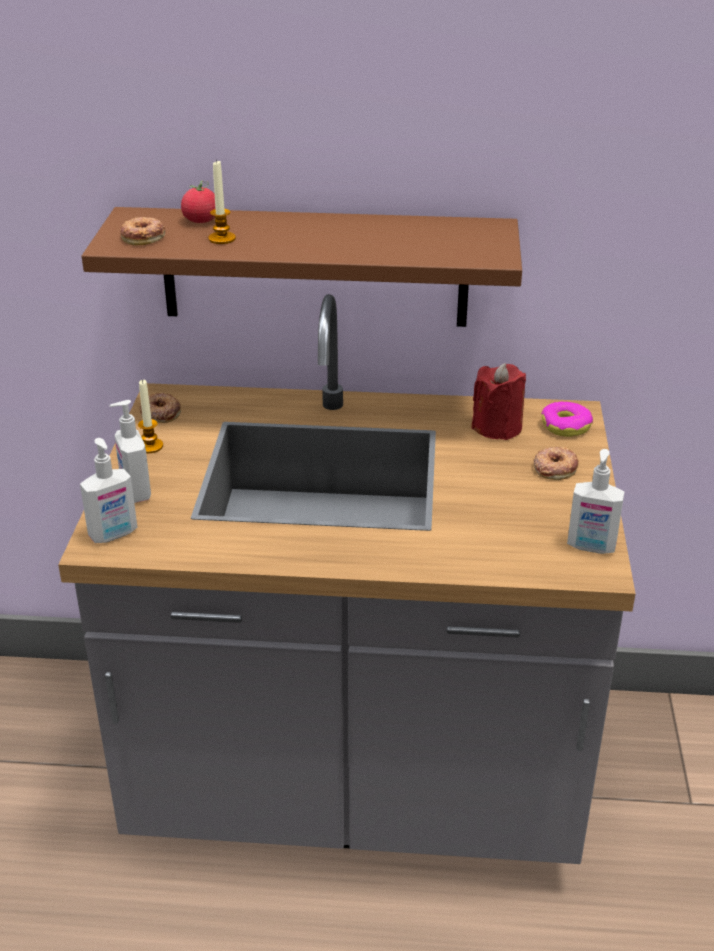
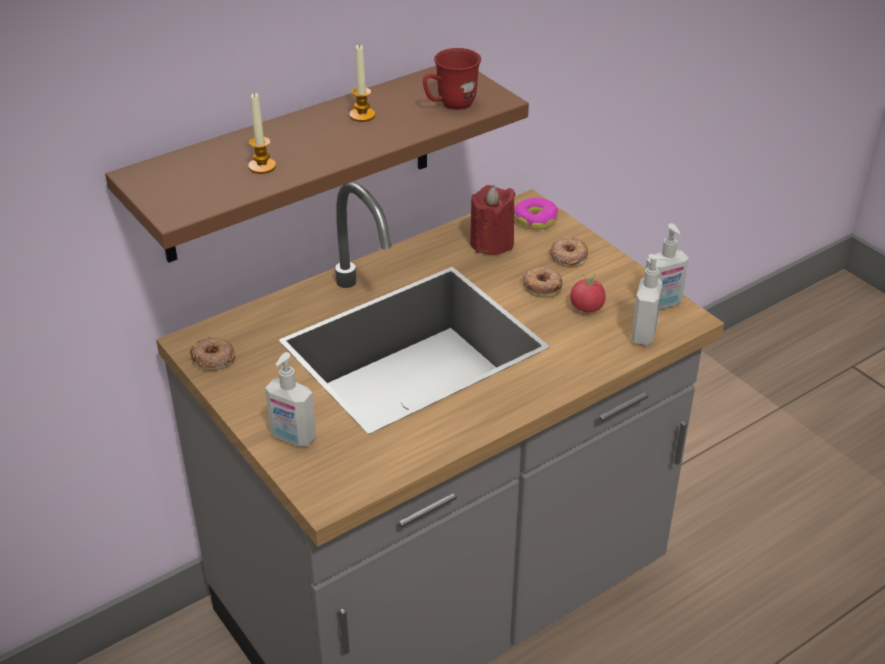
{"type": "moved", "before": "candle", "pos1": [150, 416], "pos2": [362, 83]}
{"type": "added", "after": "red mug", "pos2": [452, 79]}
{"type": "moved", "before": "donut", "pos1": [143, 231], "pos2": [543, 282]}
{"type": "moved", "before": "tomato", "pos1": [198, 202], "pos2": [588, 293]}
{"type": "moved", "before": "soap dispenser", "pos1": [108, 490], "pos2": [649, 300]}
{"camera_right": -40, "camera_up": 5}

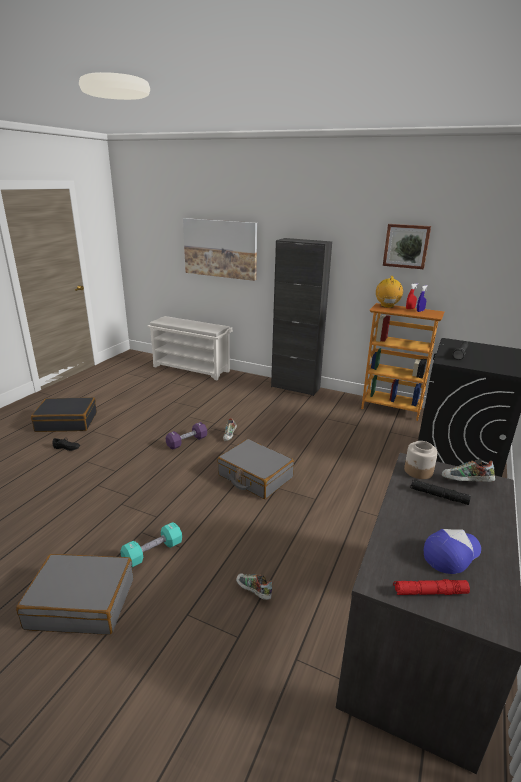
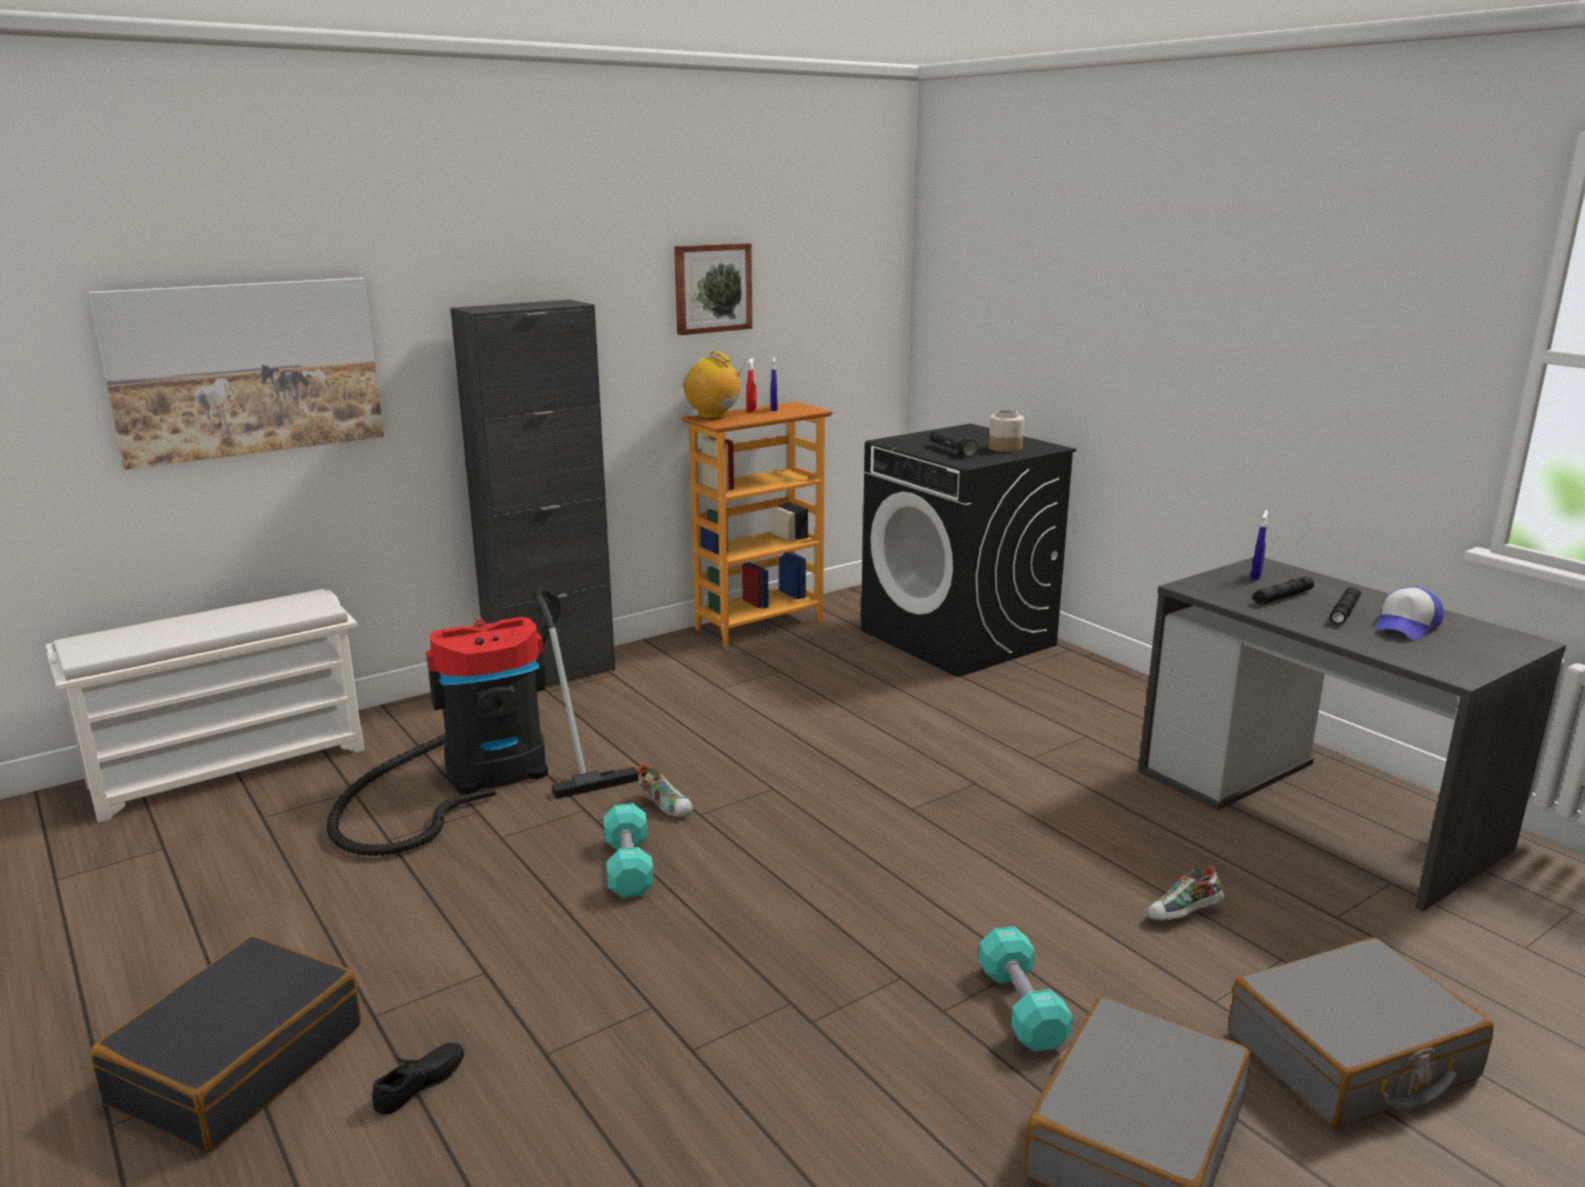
{"type": "added", "after": "vacuum cleaner", "pos2": [482, 721]}
{"type": "recoloured", "before": "purple dumbbell", "after": "turquoise dumbbell", "pos1": [186, 436], "pos2": [629, 850]}
{"type": "moved", "before": "jar", "pos1": [421, 460], "pos2": [1006, 431]}
{"type": "moved", "before": "grey suitcase", "pos1": [255, 469], "pos2": [1361, 1032]}
{"type": "replaced", "before": "shoe", "after": "blue spray bottle", "pos1": [468, 470], "pos2": [1259, 545]}
{"type": "added", "after": "black flashlight", "pos2": [1345, 606]}
{"type": "turned", "before": "cap", "pos1": [452, 551], "pos2": [1409, 613], "turn": -135}
{"type": "removed", "before": "red flashlight", "pos1": [431, 587]}
{"camera_right": -60, "camera_up": -5}

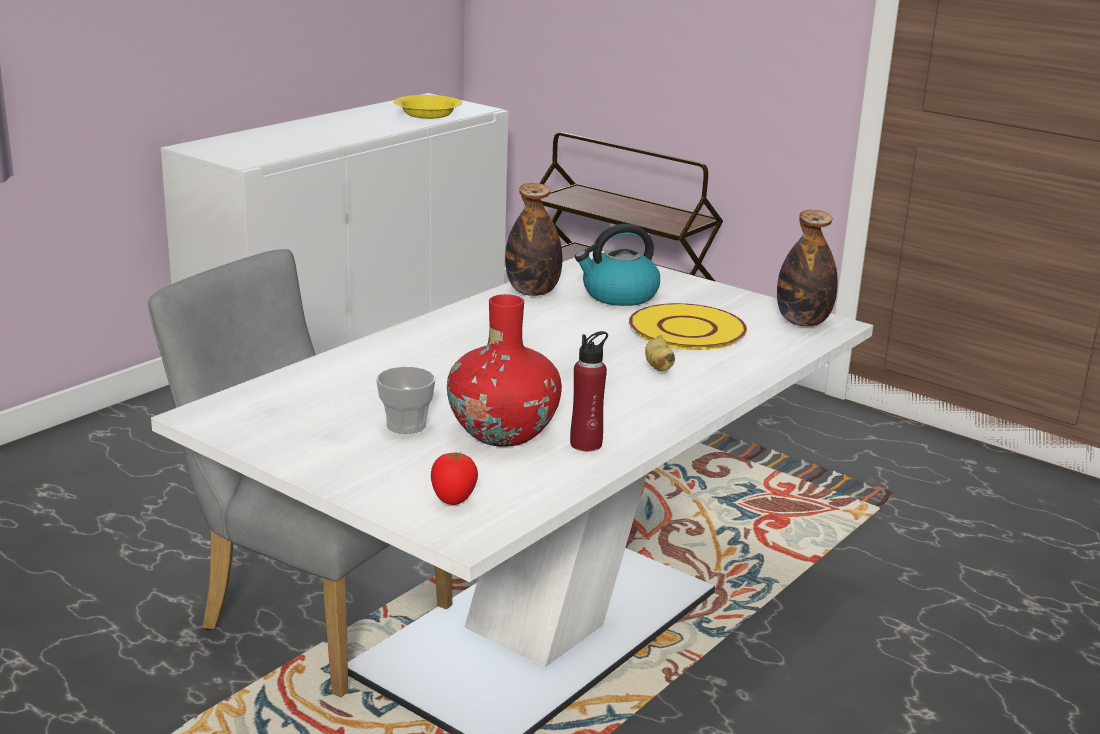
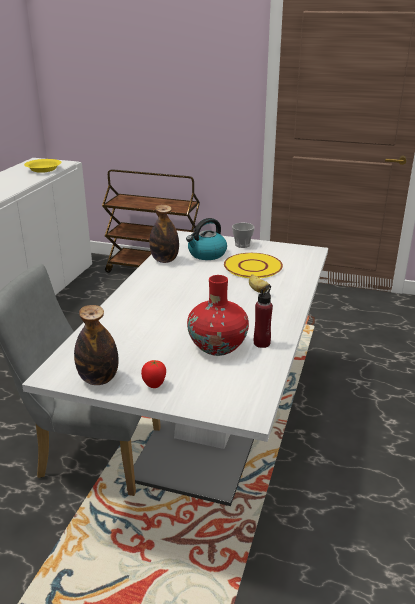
{"type": "moved", "before": "bottle", "pos1": [807, 268], "pos2": [96, 345]}
{"type": "moved", "before": "tomato", "pos1": [454, 478], "pos2": [153, 374]}
{"type": "moved", "before": "cup", "pos1": [405, 400], "pos2": [243, 235]}
{"camera_right": -20, "camera_up": 5}

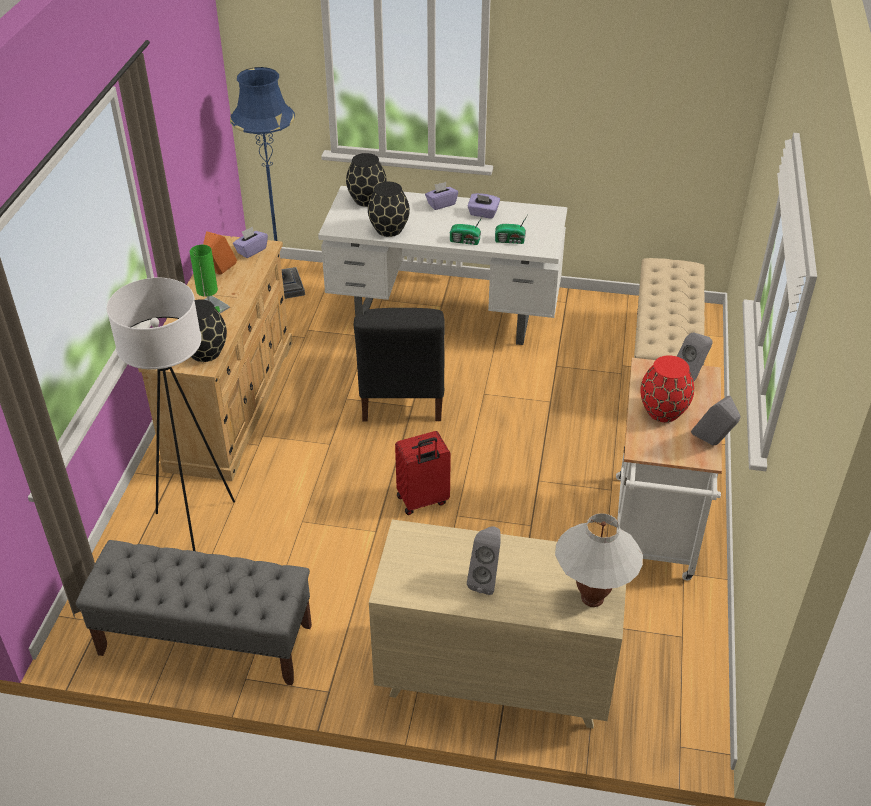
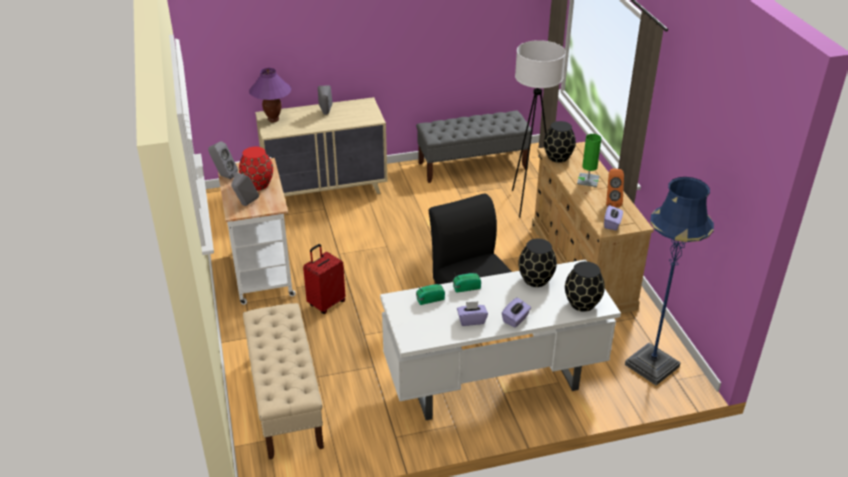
{"type": "recoloured", "before": "white table lamp", "after": "purple table lamp", "pos1": [599, 560], "pos2": [270, 95]}
{"type": "moved", "before": "red suitcase", "pos1": [423, 473], "pos2": [324, 279]}
{"camera_right": 155, "camera_up": -5}

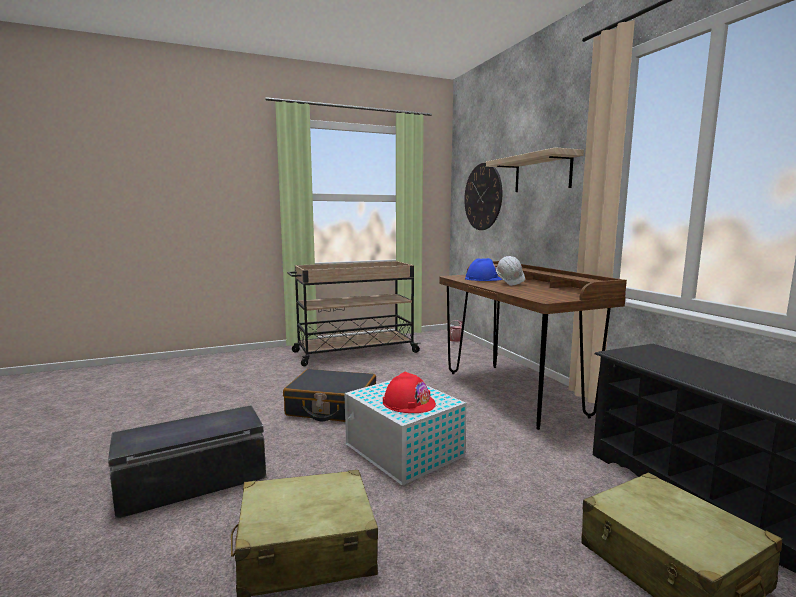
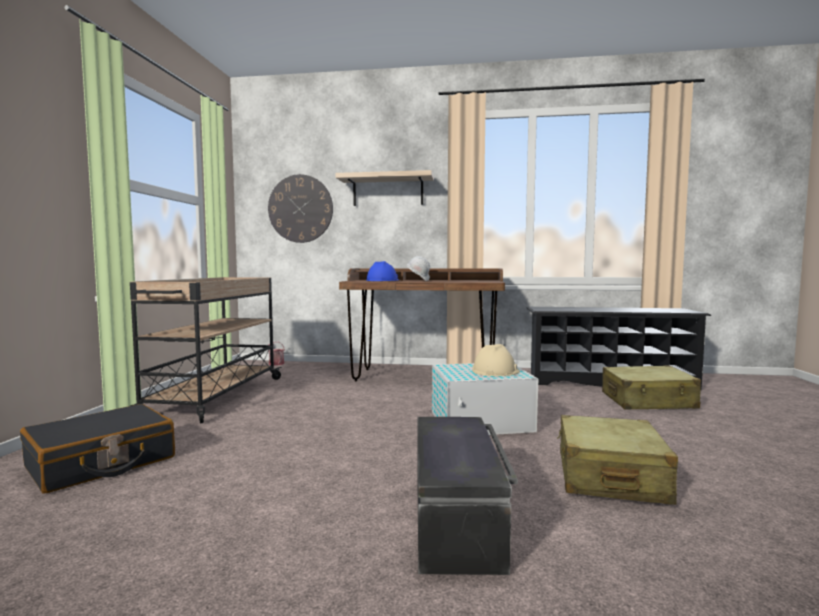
{"type": "moved", "before": "black suitcase", "pos1": [329, 395], "pos2": [97, 449]}
{"type": "recoloured", "before": "red hard hat", "after": "beige hard hat", "pos1": [409, 392], "pos2": [496, 360]}
{"camera_right": -60, "camera_up": -5}

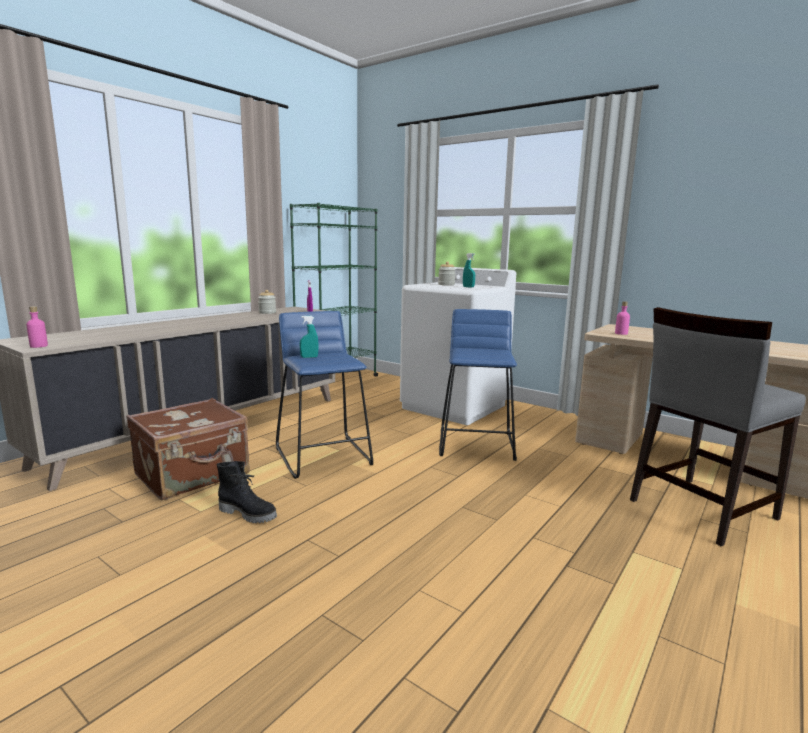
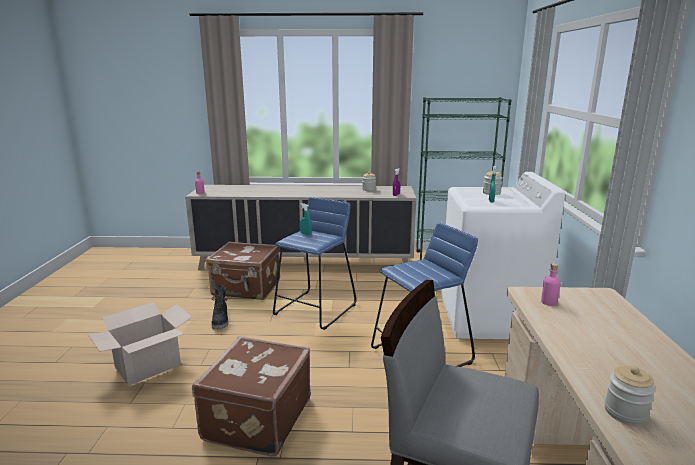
{"type": "added", "after": "cardboard box", "pos2": [140, 344]}
{"type": "added", "after": "brown suitcase", "pos2": [251, 396]}
{"type": "added", "after": "jar", "pos2": [630, 395]}
{"camera_right": 55, "camera_up": 5}

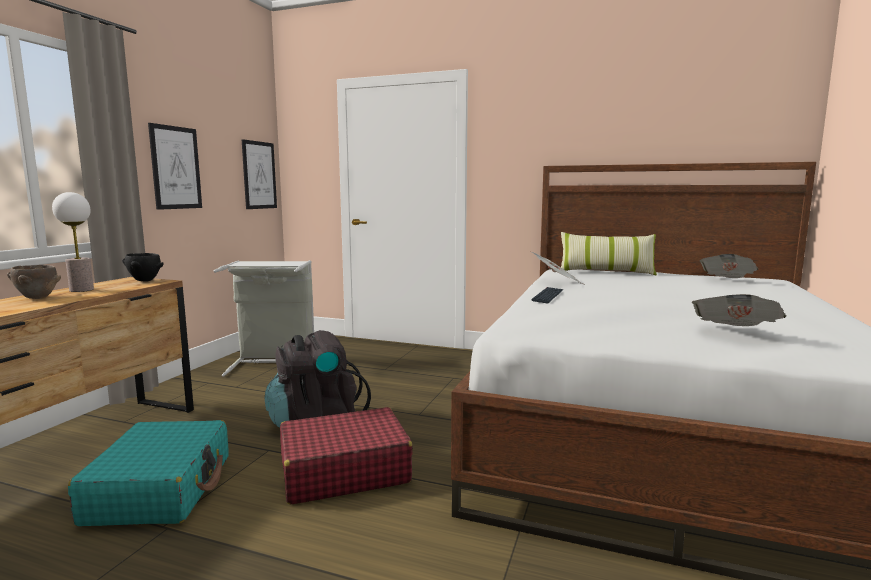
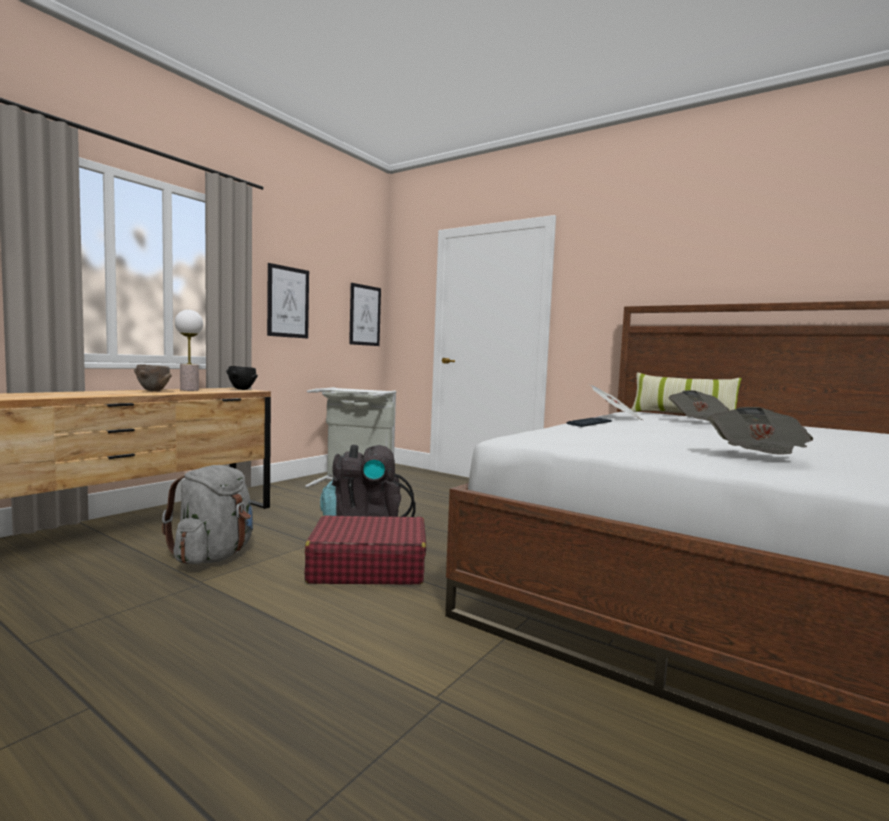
{"type": "replaced", "before": "turquoise suitcase", "after": "grey backpack", "pos1": [148, 473], "pos2": [207, 514]}
{"type": "moved", "before": "newspaper", "pos1": [729, 266], "pos2": [699, 405]}
{"camera_right": 15, "camera_up": -5}

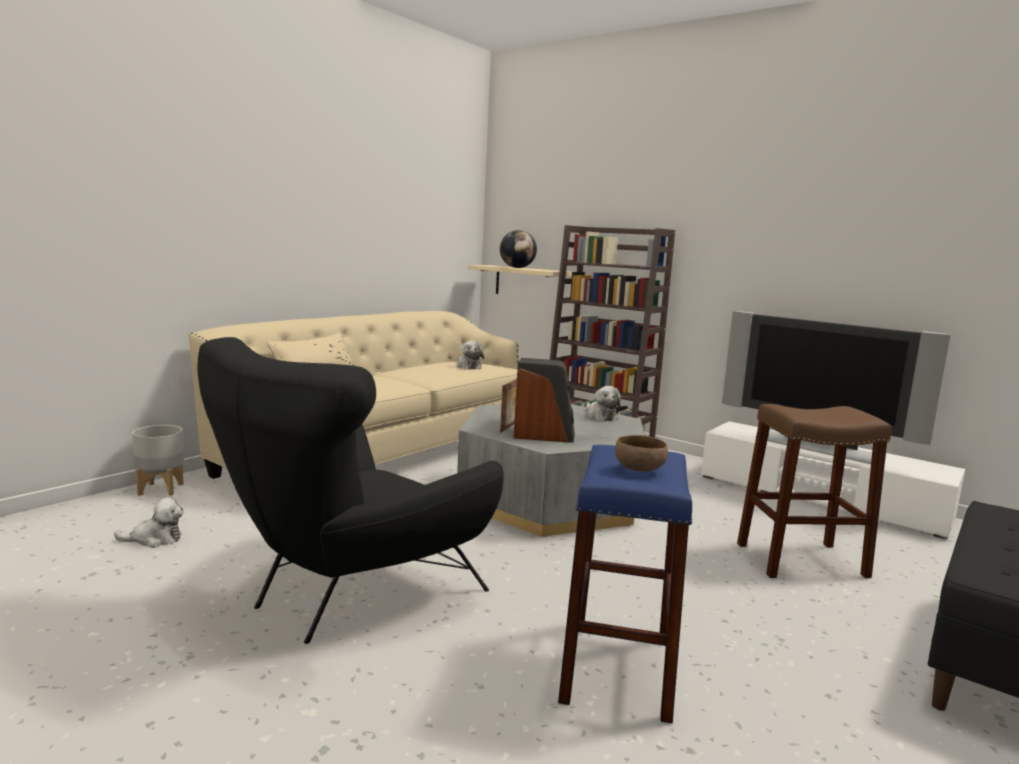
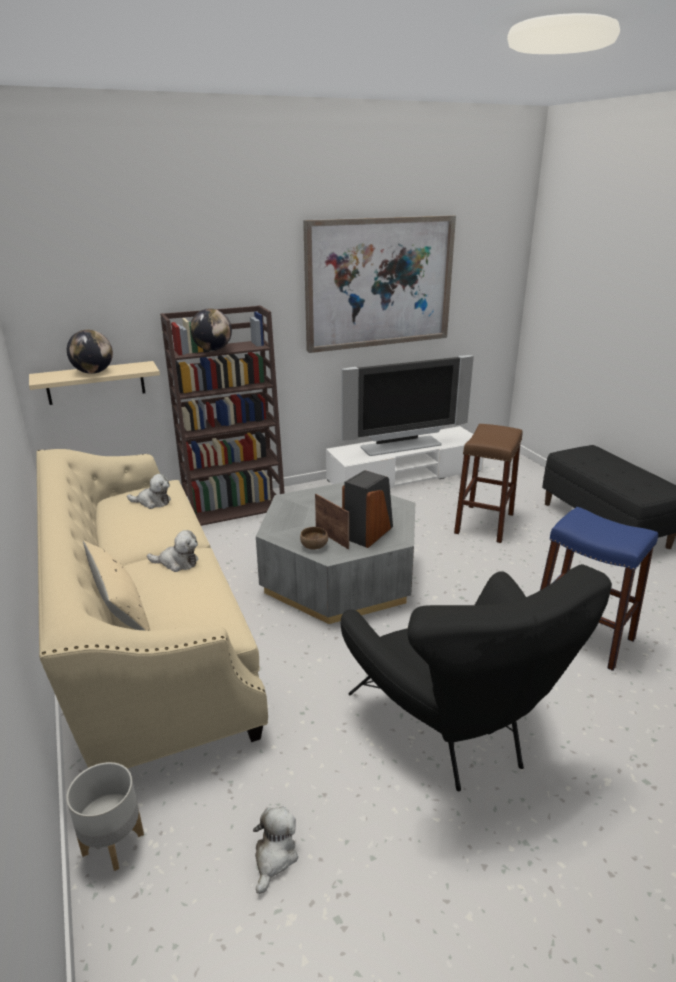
{"type": "moved", "before": "plush toy", "pos1": [603, 403], "pos2": [172, 551]}
{"type": "added", "after": "globe", "pos2": [211, 329]}
{"type": "moved", "before": "brown bowl", "pos1": [641, 453], "pos2": [314, 538]}
{"type": "added", "after": "picture", "pos2": [379, 284]}
{"camera_right": -60, "camera_up": 15}

